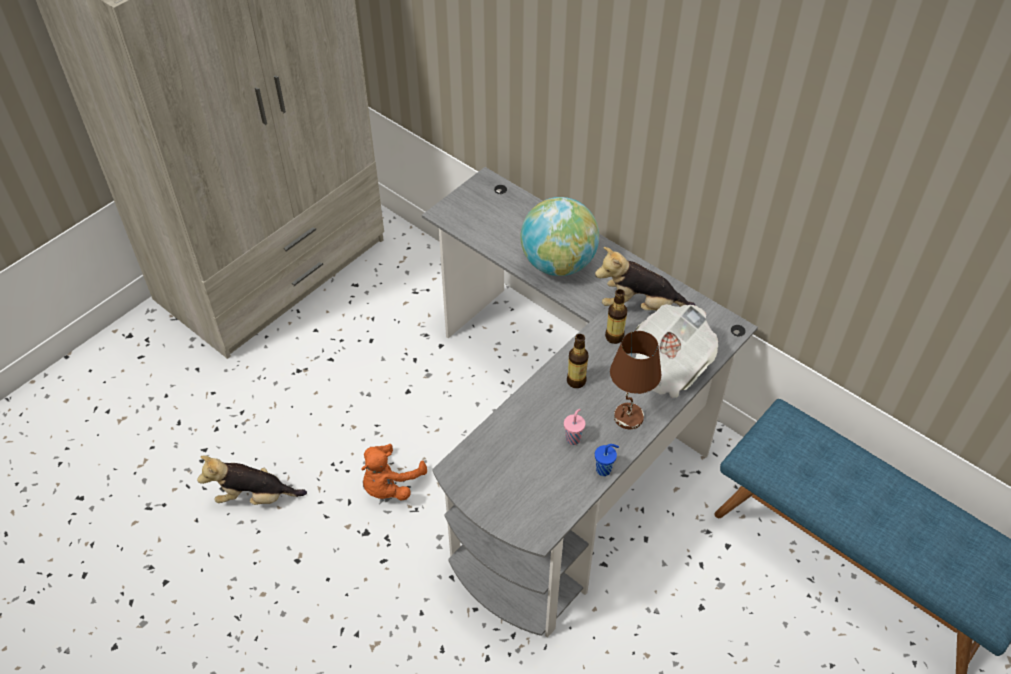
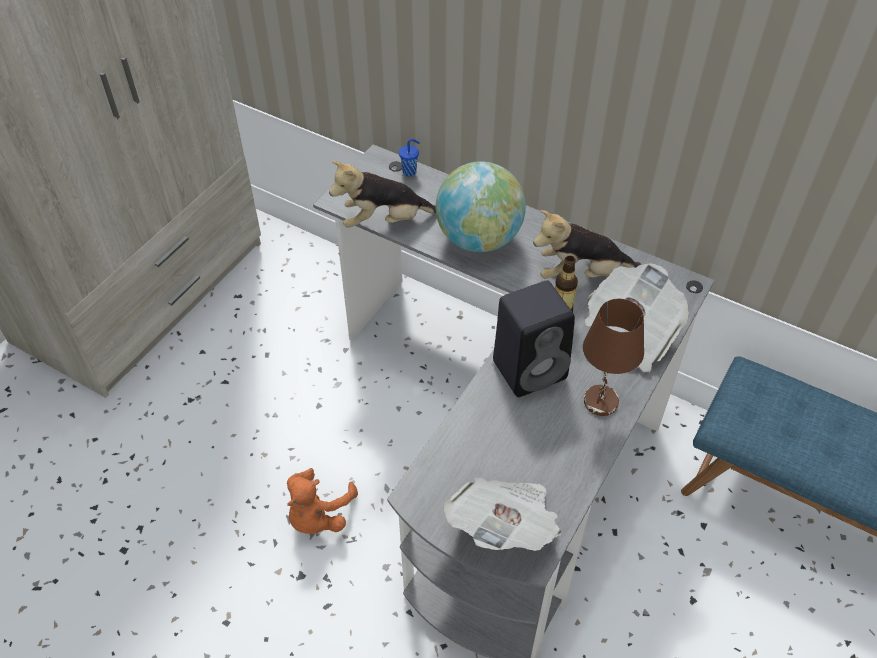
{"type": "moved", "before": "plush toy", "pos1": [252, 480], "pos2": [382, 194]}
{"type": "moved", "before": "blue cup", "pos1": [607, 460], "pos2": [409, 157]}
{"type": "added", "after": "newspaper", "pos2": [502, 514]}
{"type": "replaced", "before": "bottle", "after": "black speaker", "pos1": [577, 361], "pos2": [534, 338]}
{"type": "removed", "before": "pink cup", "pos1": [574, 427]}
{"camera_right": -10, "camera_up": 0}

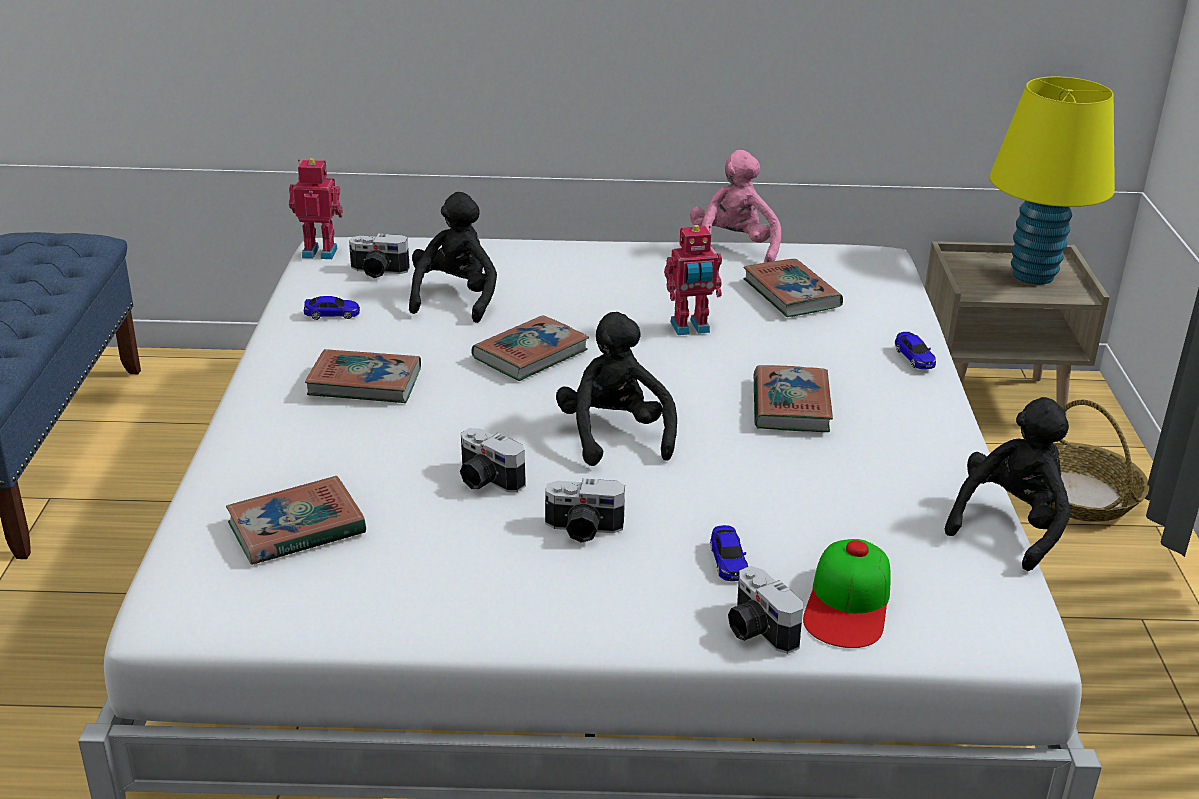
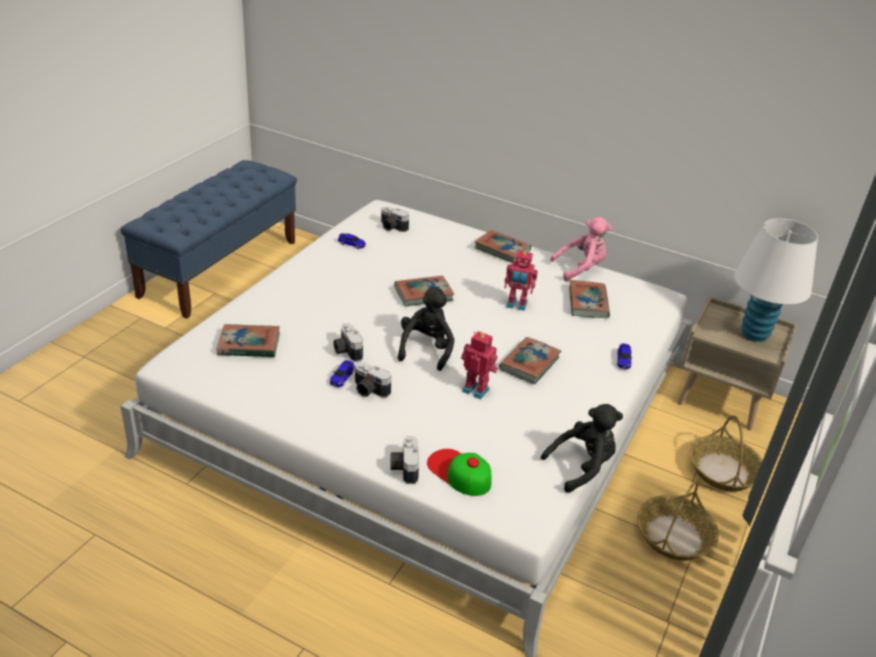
{"type": "moved", "before": "toy car", "pos1": [729, 553], "pos2": [342, 373]}
{"type": "turned", "before": "cap", "pos1": [847, 593], "pos2": [459, 472], "turn": 90}
{"type": "moved", "before": "toy robot", "pos1": [316, 208], "pos2": [479, 365]}
{"type": "moved", "before": "book", "pos1": [363, 376], "pos2": [502, 246]}
{"type": "turned", "before": "pink plush toy", "pos1": [735, 206], "pos2": [581, 249], "turn": 45}
{"type": "added", "after": "basket", "pos2": [678, 520]}
{"type": "recoloured", "before": "yellow table lamp", "after": "white table lamp", "pos1": [1052, 180], "pos2": [776, 280]}
{"type": "removed", "before": "black plush toy", "pos1": [453, 257]}
{"camera_right": 25, "camera_up": 5}

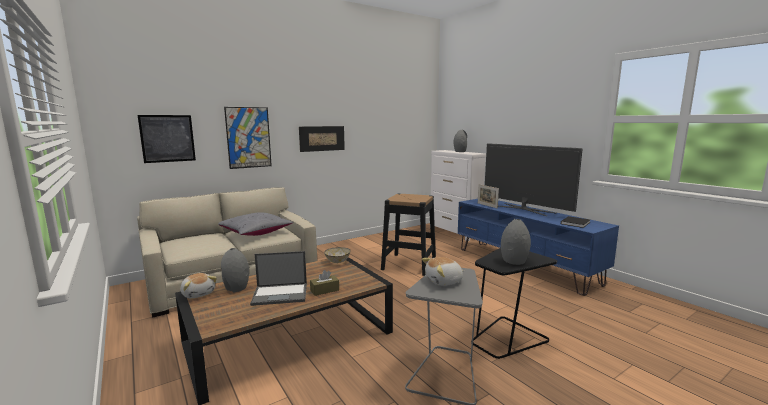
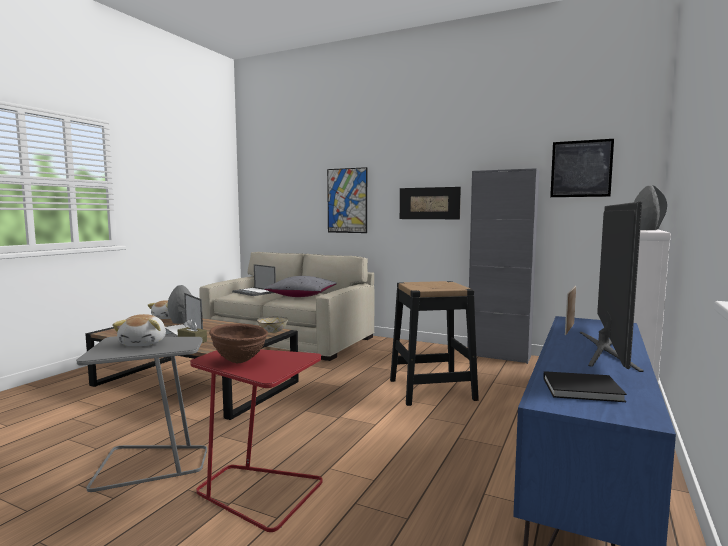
{"type": "turned", "before": "plush toy", "pos1": [443, 271], "pos2": [139, 330], "turn": -135}
{"type": "recoloured", "before": "black side table", "after": "red side table", "pos1": [514, 303], "pos2": [256, 440]}
{"type": "replaced", "before": "grey vase", "after": "brown bowl", "pos1": [516, 242], "pos2": [238, 343]}
{"type": "added", "after": "laptop", "pos2": [254, 280]}
{"type": "added", "after": "grey cabinet", "pos2": [503, 266]}
{"type": "moved", "before": "picture", "pos1": [167, 139], "pos2": [582, 168]}
{"camera_right": 60, "camera_up": -5}

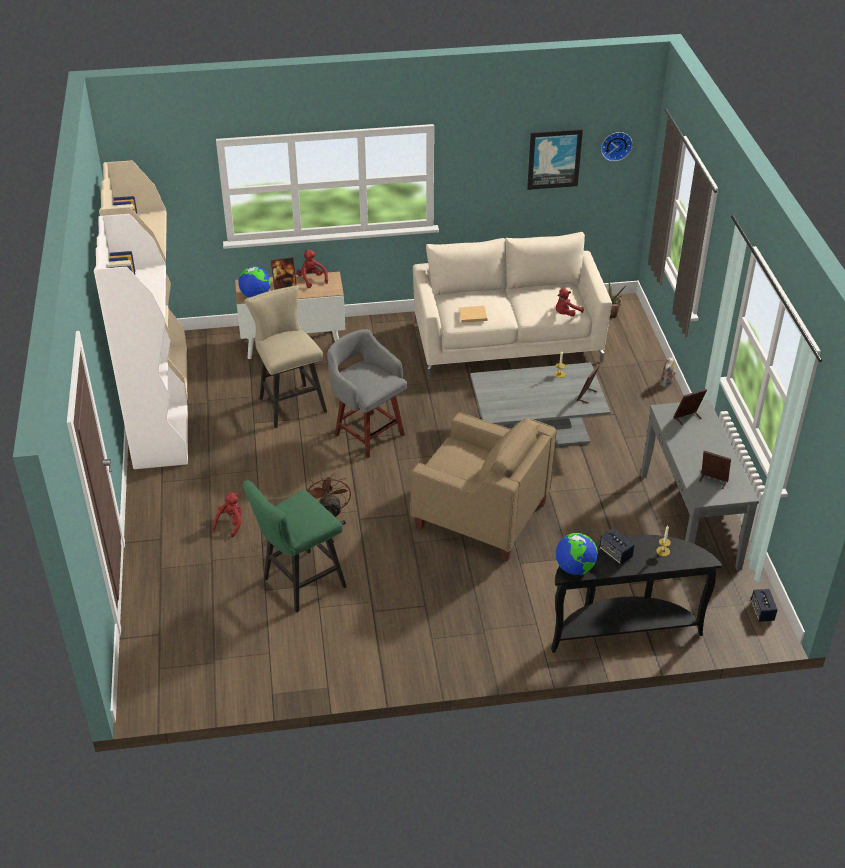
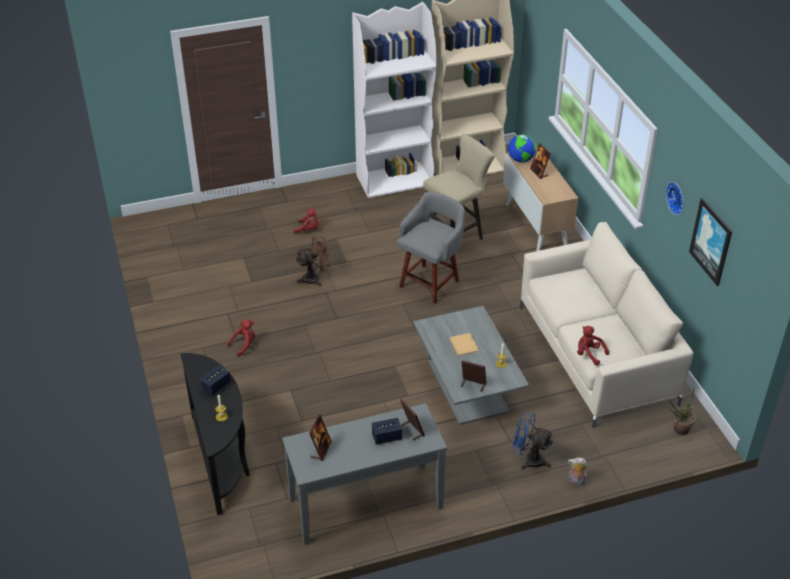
{"type": "moved", "before": "red plush toy", "pos1": [312, 268], "pos2": [241, 337]}
{"type": "moved", "before": "speaker", "pos1": [764, 605], "pos2": [387, 431]}
{"type": "moved", "before": "beige book", "pos1": [473, 314], "pos2": [464, 345]}
{"type": "added", "after": "blue fan", "pos2": [532, 441]}
{"type": "moved", "before": "wall clock", "pos1": [617, 146], "pos2": [675, 198]}
{"type": "removed", "before": "green stool", "pos1": [295, 546]}
{"type": "removed", "before": "beige armchair", "pos1": [483, 486]}
{"type": "removed", "before": "globe", "pos1": [577, 554]}
{"camera_right": 80, "camera_up": 0}

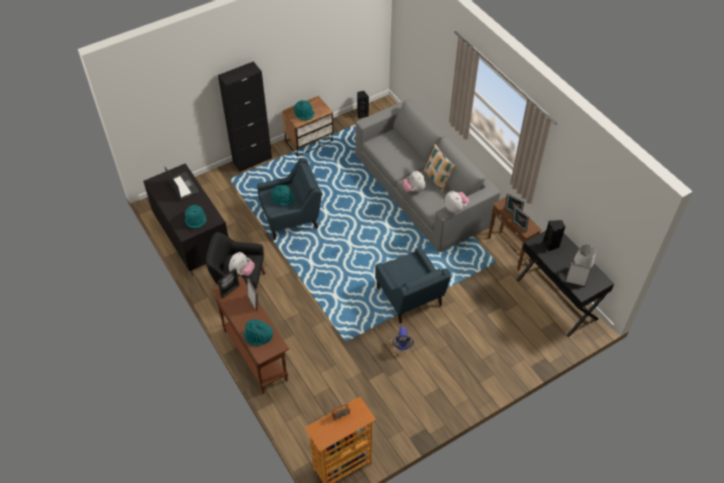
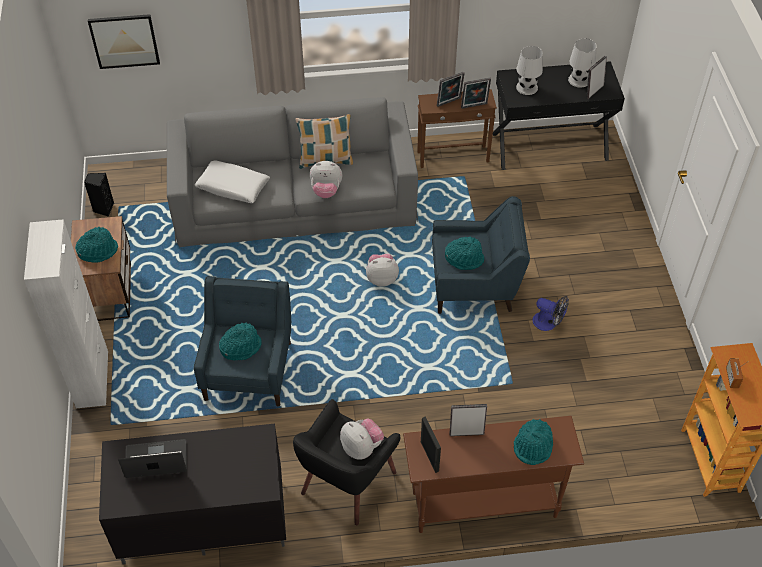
{"type": "recoloured", "before": "black cabinet", "after": "white cabinet", "pos1": [245, 116], "pos2": [66, 313]}
{"type": "added", "after": "picture", "pos2": [124, 41]}
{"type": "added", "after": "white pillow", "pos2": [232, 182]}
{"type": "moved", "before": "plush toy", "pos1": [457, 202], "pos2": [382, 270]}
{"type": "moved", "before": "turquoise hat", "pos1": [195, 217], "pos2": [464, 253]}
{"type": "replaced", "before": "black speaker", "after": "white table lamp", "pos1": [554, 236], "pos2": [529, 70]}
{"camera_right": -65, "camera_up": 0}

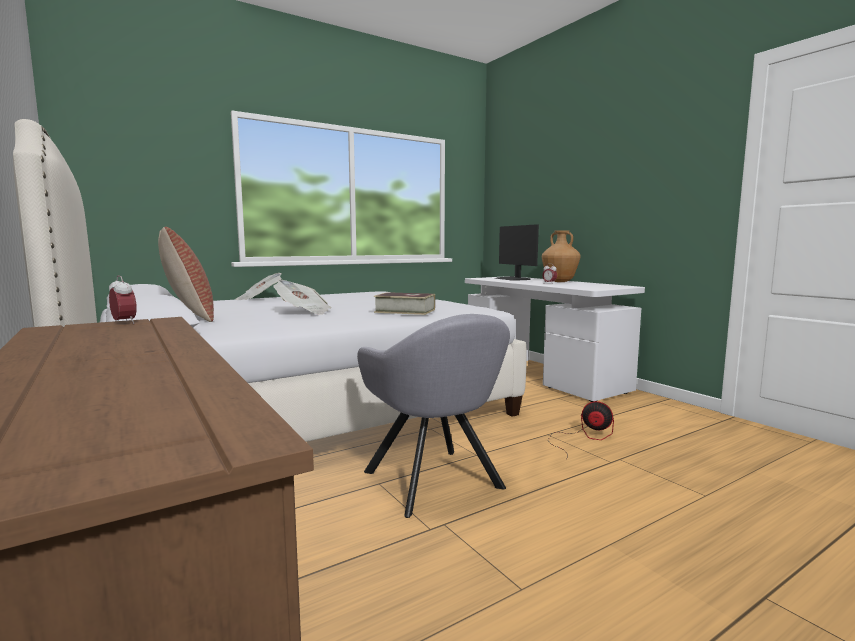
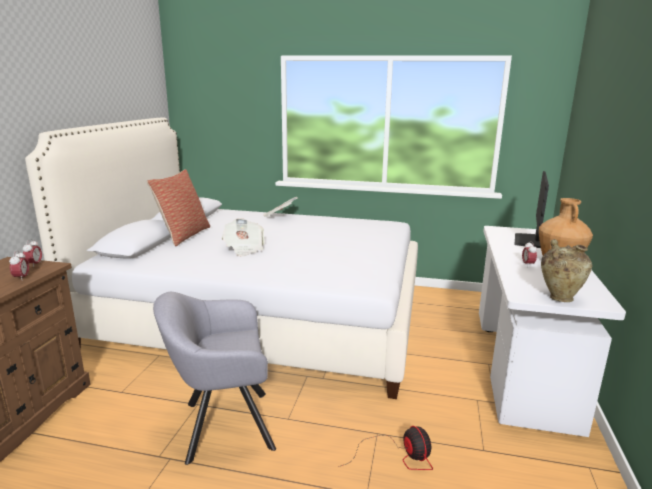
{"type": "added", "after": "alarm clock", "pos2": [19, 266]}
{"type": "turned", "before": "grey armchair", "pos1": [433, 416], "pos2": [214, 378], "turn": 60}
{"type": "added", "after": "beige vase", "pos2": [566, 270]}
{"type": "removed", "before": "book", "pos1": [404, 303]}
{"camera_right": 45, "camera_up": 10}

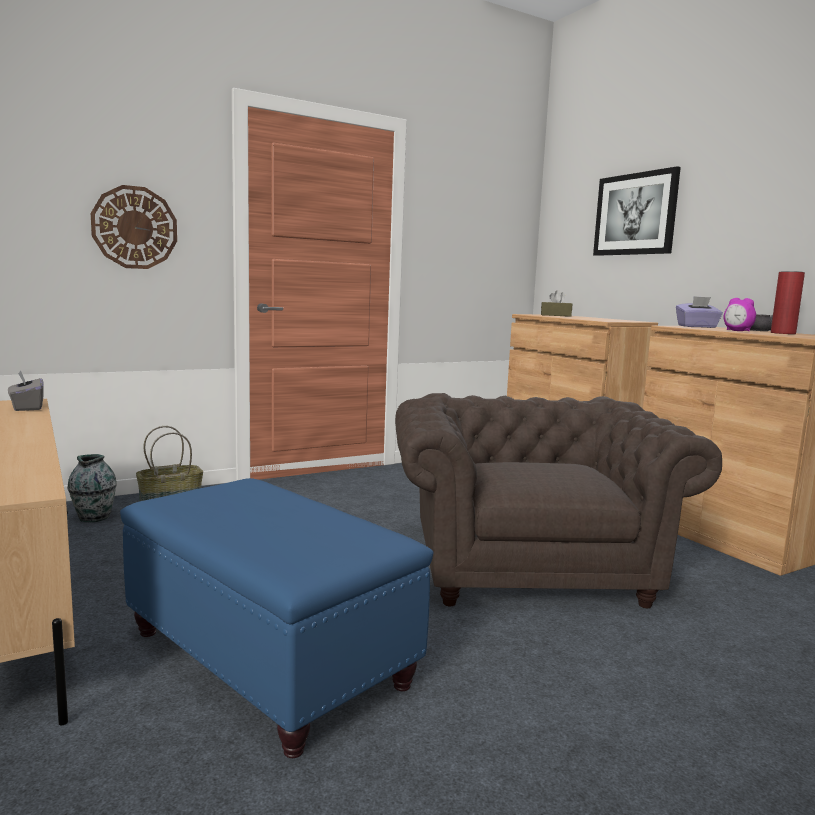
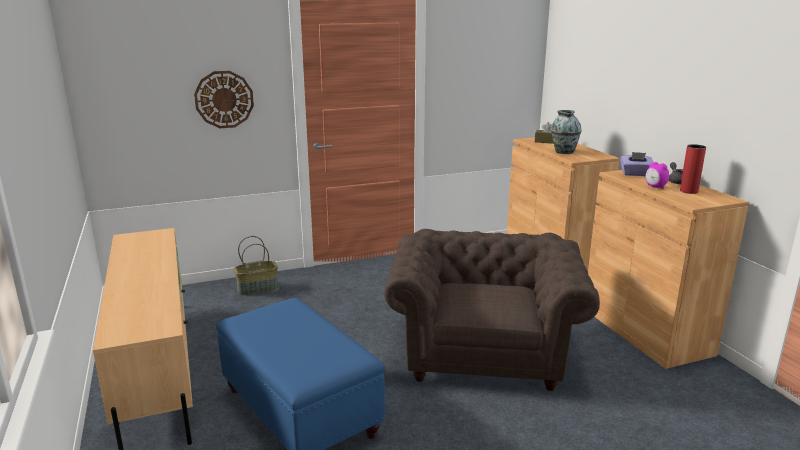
{"type": "moved", "before": "vase", "pos1": [92, 488], "pos2": [566, 132]}
{"type": "removed", "before": "grey tissue box", "pos1": [25, 390]}
{"type": "removed", "before": "picture", "pos1": [637, 211]}
{"camera_right": 10, "camera_up": 10}

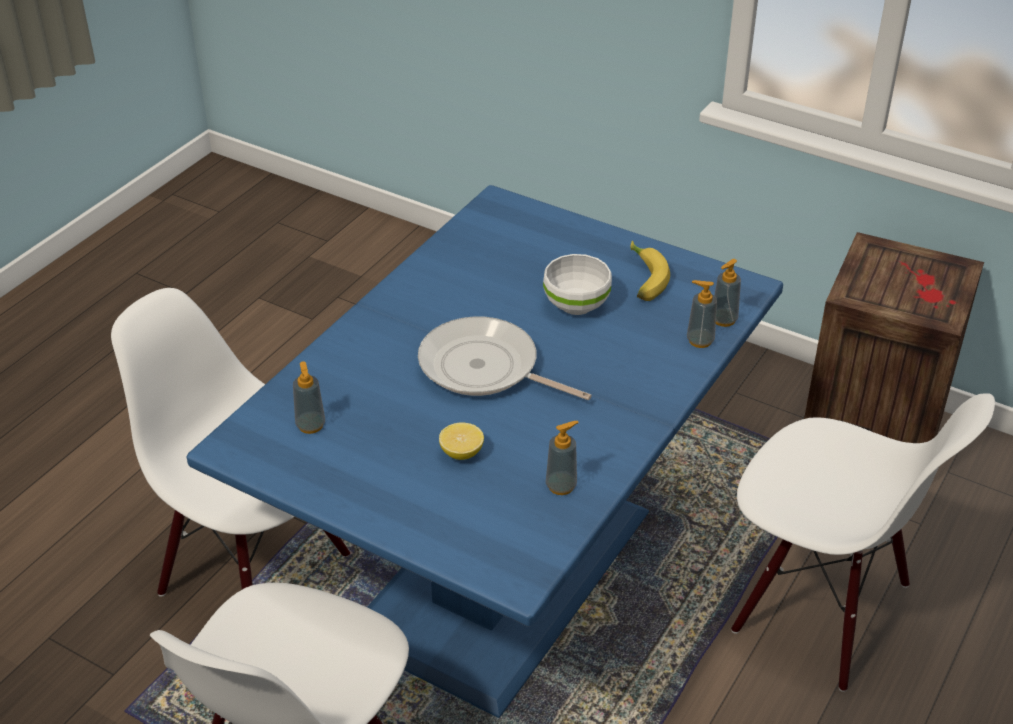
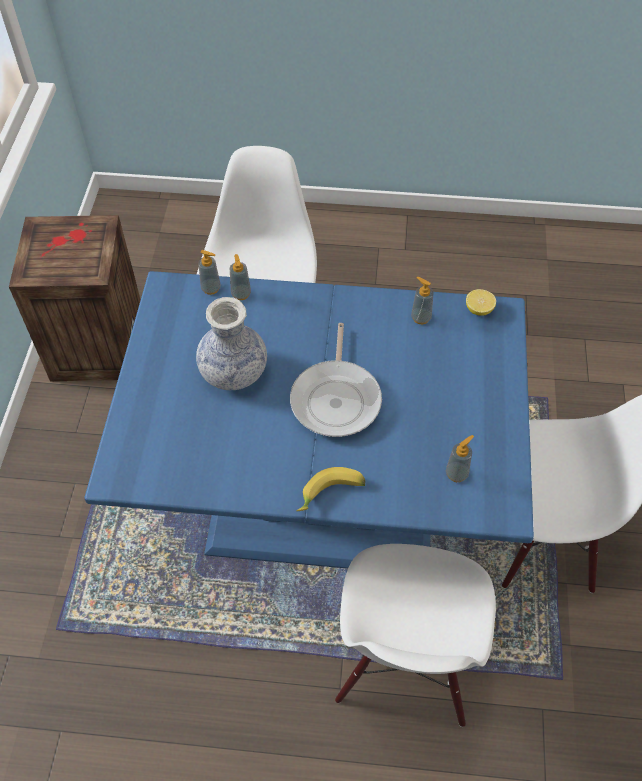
{"type": "replaced", "before": "white bowl", "after": "vase", "pos1": [577, 284], "pos2": [231, 343]}
{"type": "moved", "before": "banana", "pos1": [650, 271], "pos2": [330, 489]}
{"type": "moved", "before": "lemon", "pos1": [461, 441], "pos2": [481, 302]}
{"camera_right": -115, "camera_up": 15}

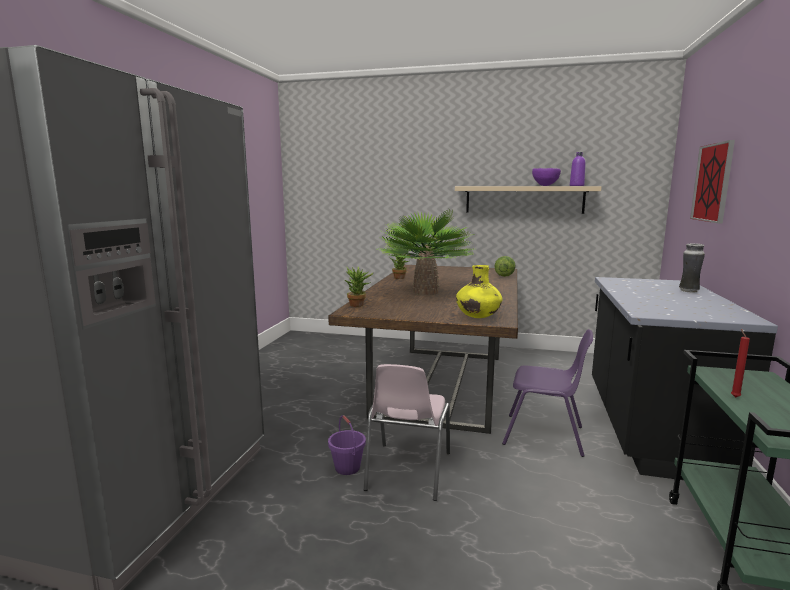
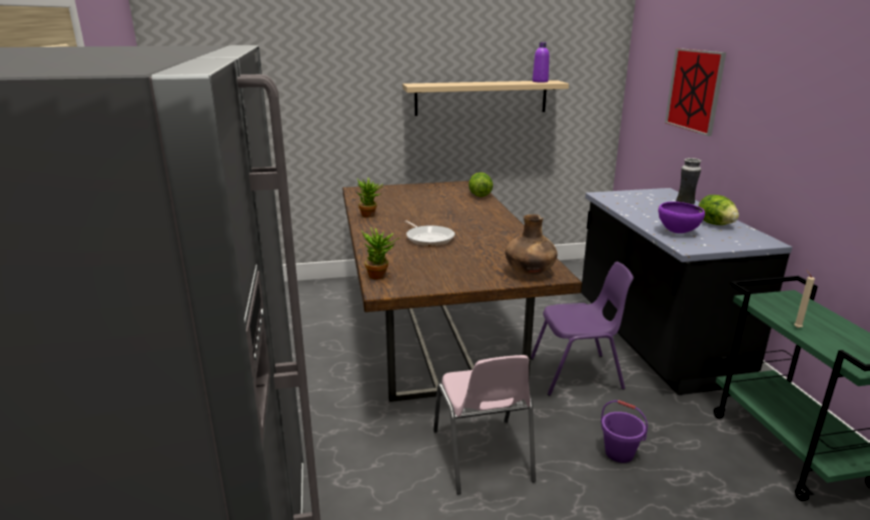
{"type": "replaced", "before": "potted plant", "after": "frying pan", "pos1": [427, 253], "pos2": [430, 233]}
{"type": "recoloured", "before": "yellow vase", "after": "brown vase", "pos1": [479, 291], "pos2": [531, 244]}
{"type": "moved", "before": "purple bucket", "pos1": [347, 445], "pos2": [624, 431]}
{"type": "moved", "before": "purple bowl", "pos1": [546, 177], "pos2": [681, 217]}
{"type": "added", "after": "lettuce", "pos2": [718, 210]}
{"type": "recoloured", "before": "red candle", "after": "beige candle", "pos1": [740, 363], "pos2": [804, 299]}
{"camera_right": -25, "camera_up": 10}

